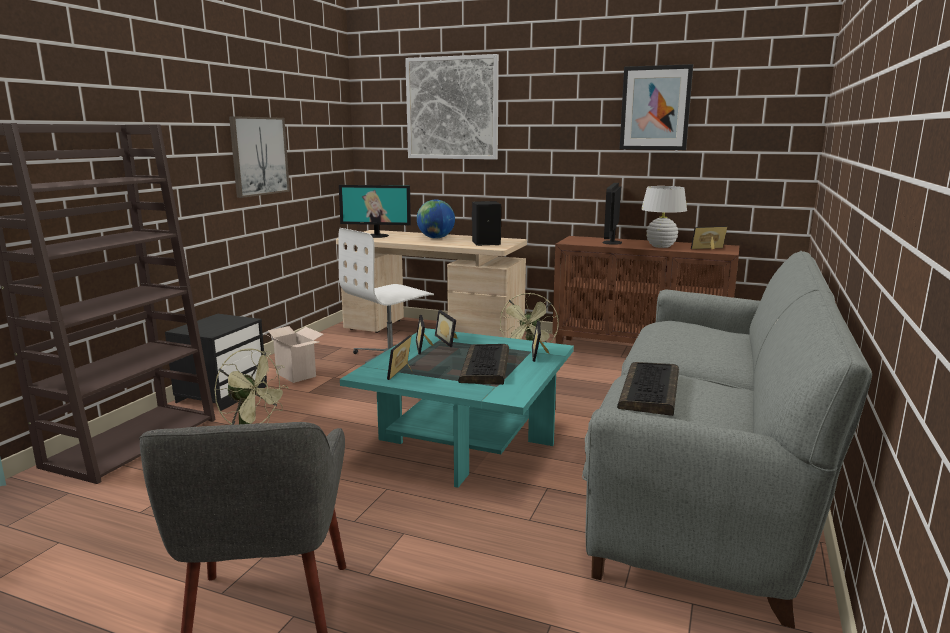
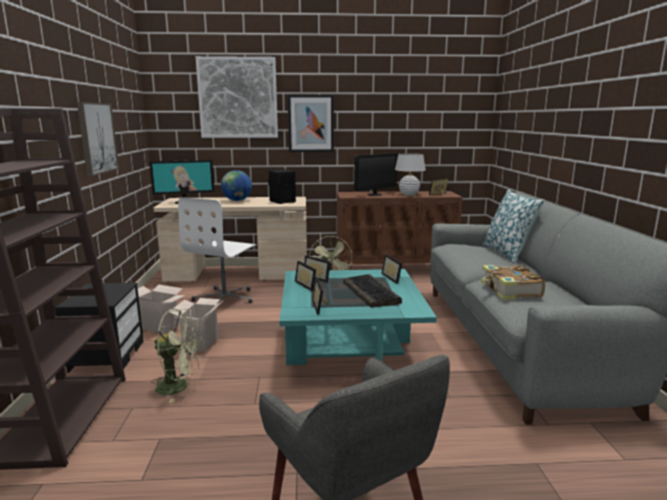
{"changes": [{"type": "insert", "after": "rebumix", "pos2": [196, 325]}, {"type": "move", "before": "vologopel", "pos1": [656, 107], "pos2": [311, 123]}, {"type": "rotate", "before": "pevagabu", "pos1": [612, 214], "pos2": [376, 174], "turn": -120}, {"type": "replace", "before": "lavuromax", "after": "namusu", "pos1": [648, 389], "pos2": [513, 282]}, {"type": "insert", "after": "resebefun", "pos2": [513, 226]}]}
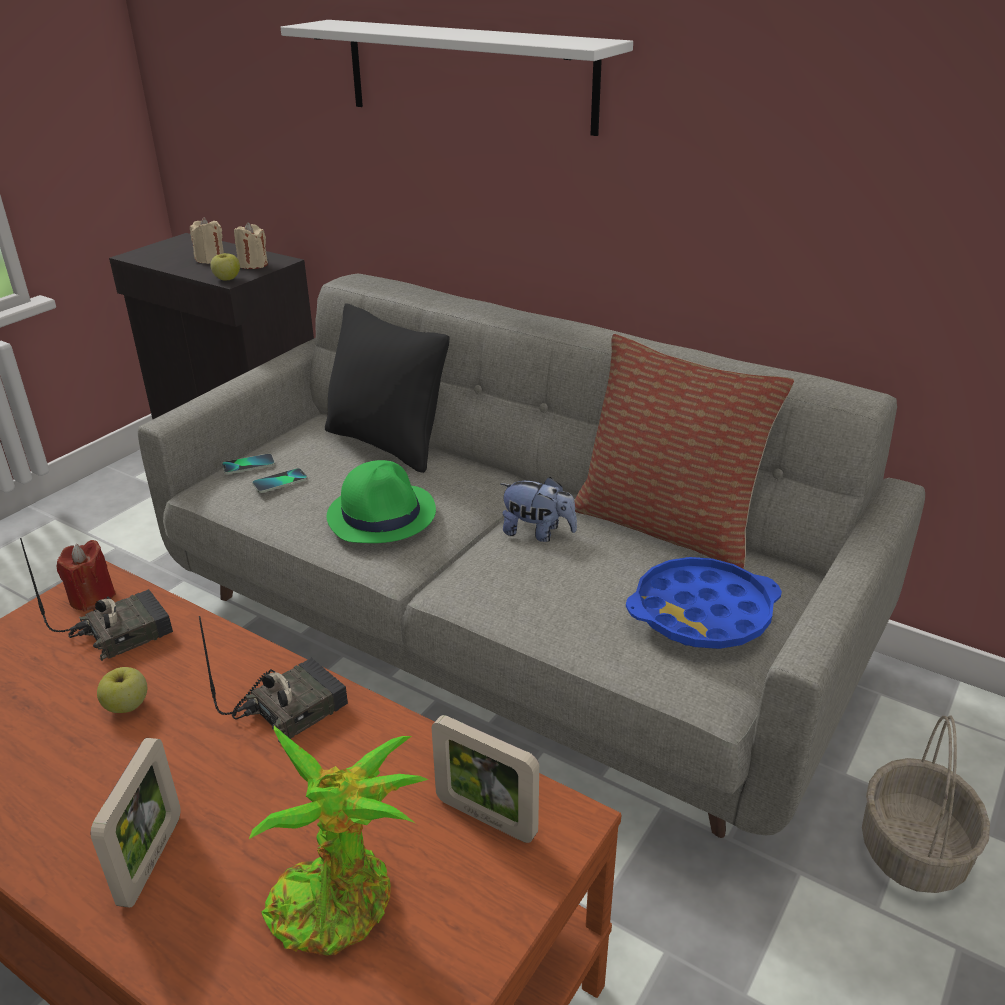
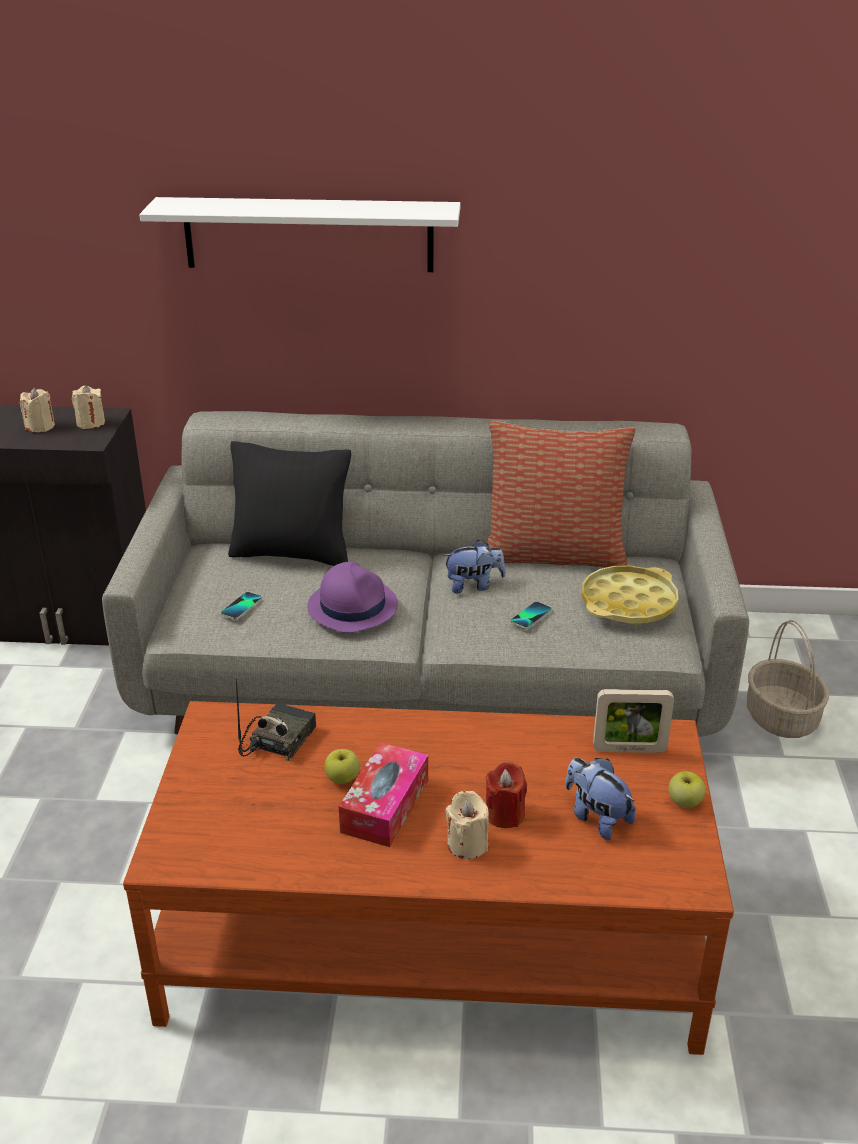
{"changes": [{"type": "recolor", "before": "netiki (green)", "after": "netiki (purple)", "pos1": [381, 501], "pos2": [352, 597]}, {"type": "insert", "after": "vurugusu", "pos2": [383, 794]}, {"type": "replace", "before": "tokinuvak", "after": "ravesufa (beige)", "pos1": [136, 823], "pos2": [467, 825]}, {"type": "move", "before": "ravesufa (red)", "pos1": [86, 576], "pos2": [506, 795]}, {"type": "move", "before": "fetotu", "pos1": [248, 464], "pos2": [531, 615]}, {"type": "replace", "before": "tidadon", "after": "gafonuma", "pos1": [339, 841], "pos2": [600, 799]}, {"type": "recolor", "before": "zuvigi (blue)", "after": "zuvigi (yellow)", "pos1": [704, 603], "pos2": [630, 595]}, {"type": "move", "before": "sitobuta", "pos1": [225, 267], "pos2": [687, 789]}, {"type": "delete", "before": "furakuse", "pos1": [273, 679]}]}
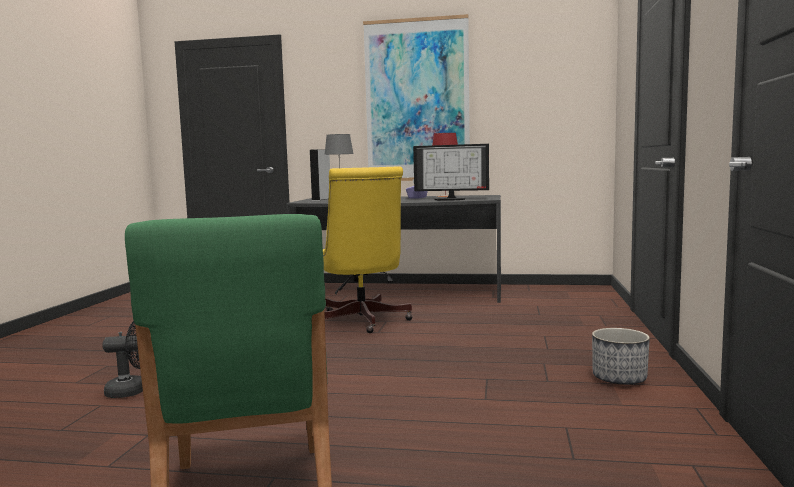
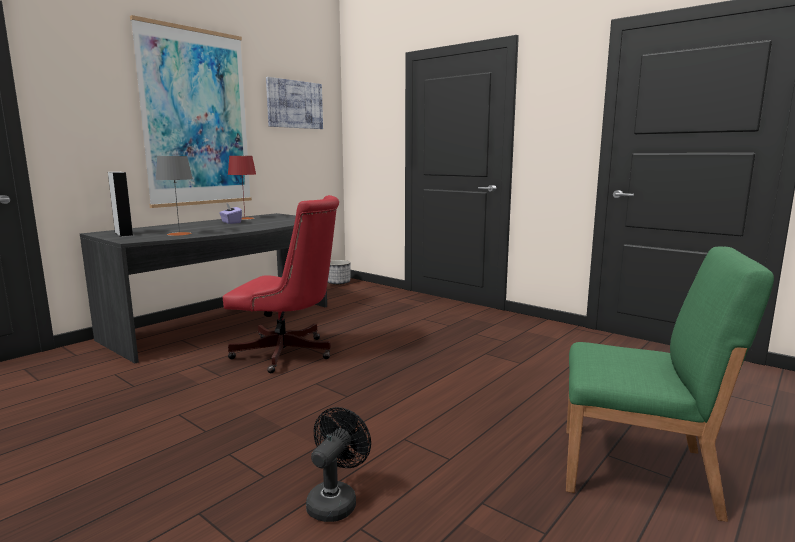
{"changes": [{"type": "recolor", "before": "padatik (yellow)", "after": "padatik (red)", "pos1": [368, 249], "pos2": [281, 284]}, {"type": "insert", "after": "vologopel", "pos2": [294, 103]}, {"type": "move", "before": "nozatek", "pos1": [621, 356], "pos2": [339, 272]}, {"type": "delete", "before": "pevagabu", "pos1": [451, 172]}]}
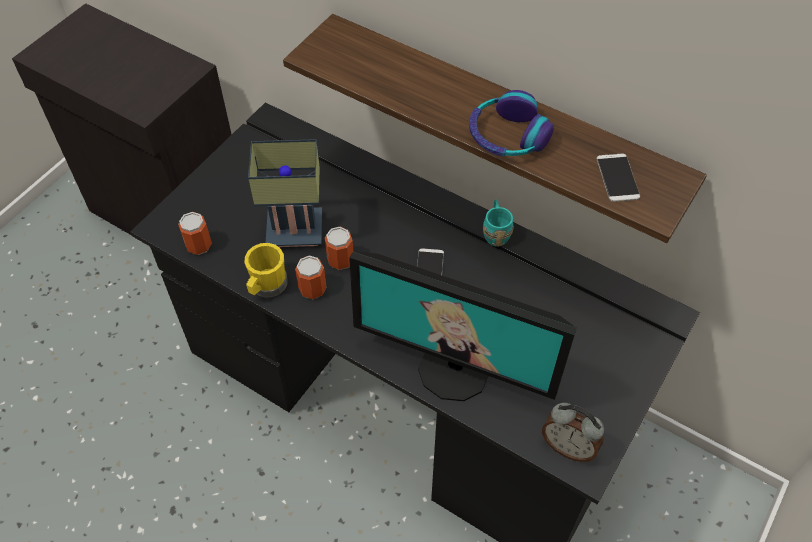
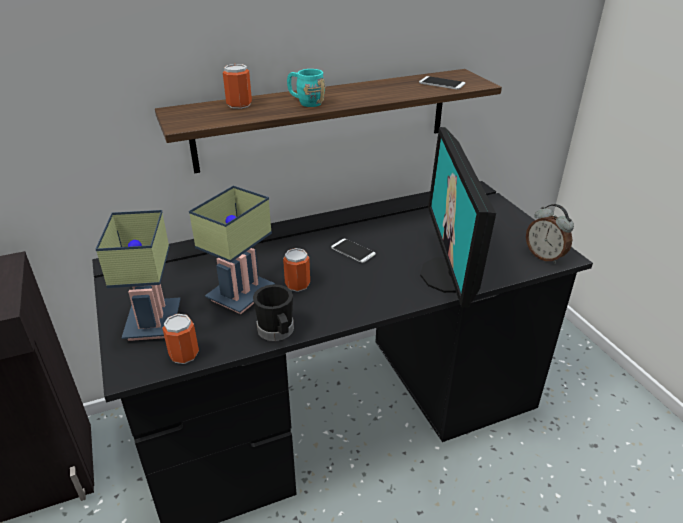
{"changes": [{"type": "insert", "after": "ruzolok", "pos2": [138, 275]}, {"type": "move", "before": "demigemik", "pos1": [311, 277], "pos2": [237, 86]}, {"type": "recolor", "before": "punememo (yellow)", "after": "punememo (black)", "pos1": [266, 270], "pos2": [273, 312]}, {"type": "move", "before": "punememo (turquoise)", "pos1": [498, 223], "pos2": [306, 88]}, {"type": "rotate", "before": "pevagabu", "pos1": [463, 326], "pos2": [458, 217], "turn": 120}, {"type": "rotate", "before": "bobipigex", "pos1": [573, 432], "pos2": [550, 234], "turn": 75}, {"type": "delete", "before": "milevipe", "pos1": [511, 123]}]}
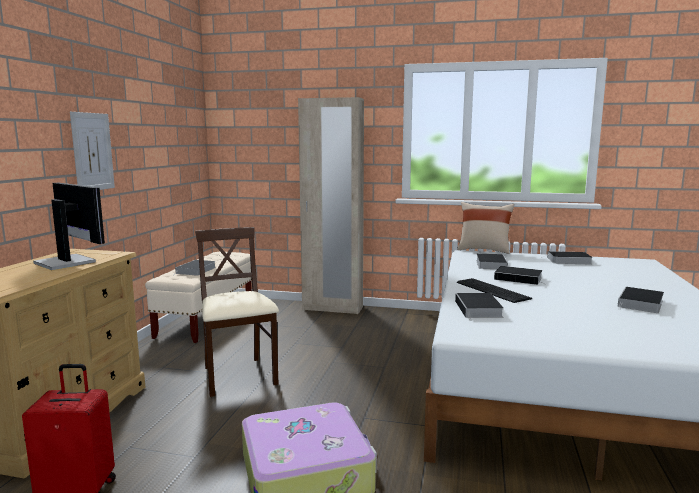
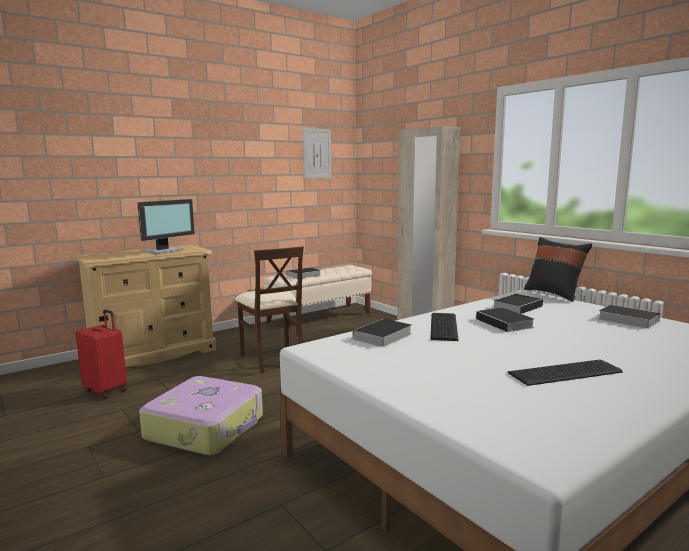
{"changes": [{"type": "rotate", "before": "pevagabu", "pos1": [69, 226], "pos2": [166, 226], "turn": 45}, {"type": "rotate", "before": "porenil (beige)", "pos1": [237, 312], "pos2": [269, 310], "turn": 135}, {"type": "move", "before": "vologopel", "pos1": [92, 151], "pos2": [316, 153]}, {"type": "replace", "before": "namusu", "after": "lavuromax", "pos1": [641, 300], "pos2": [565, 372]}, {"type": "recolor", "before": "resebefun (beige)", "after": "resebefun (black)", "pos1": [485, 228], "pos2": [558, 269]}]}
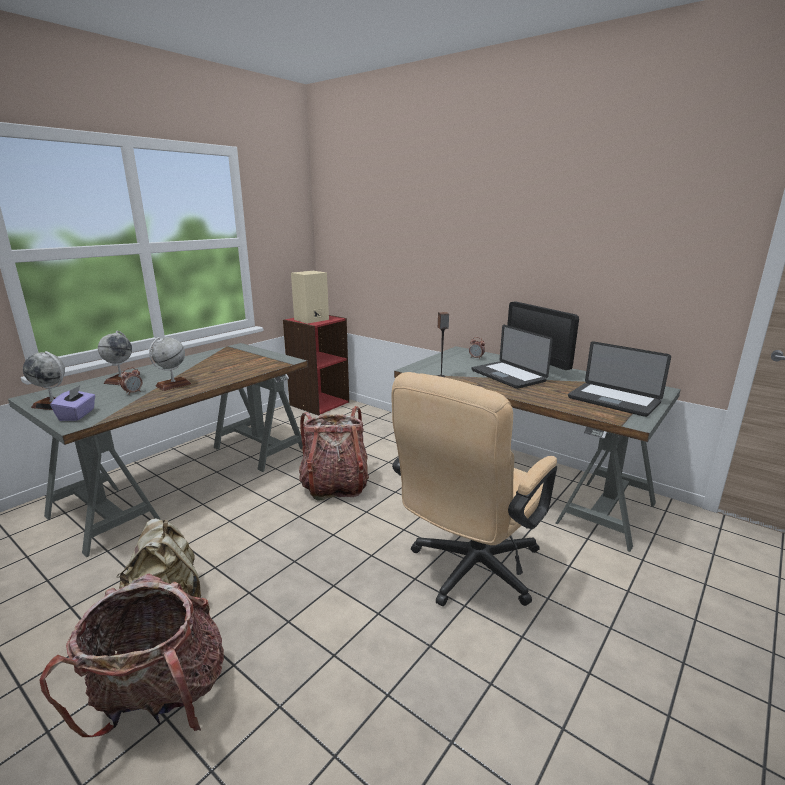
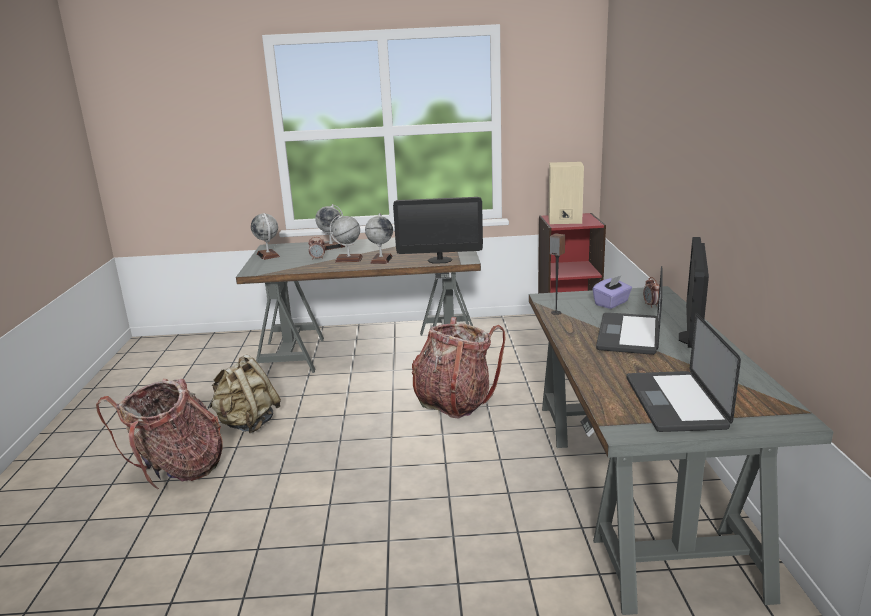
{"changes": [{"type": "insert", "after": "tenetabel", "pos2": [379, 238]}, {"type": "insert", "after": "pevagabu", "pos2": [438, 230]}, {"type": "move", "before": "vurugusu (purple)", "pos1": [73, 403], "pos2": [612, 292]}, {"type": "delete", "before": "padatik (beige)", "pos1": [474, 489]}]}
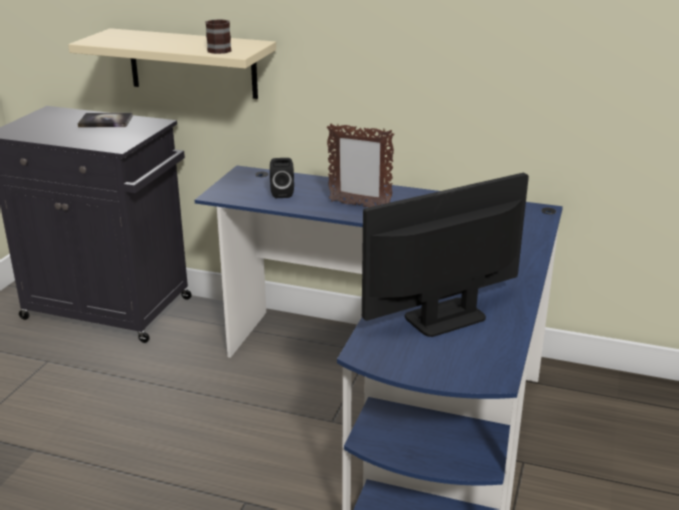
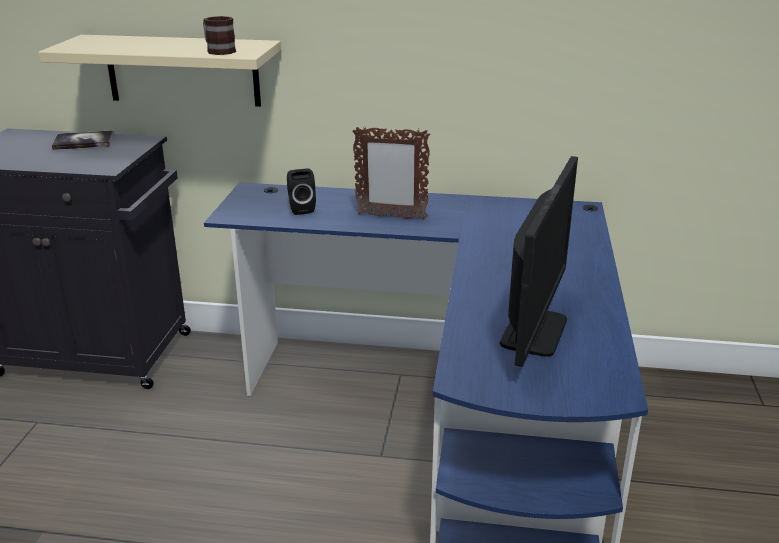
{"changes": [{"type": "rotate", "before": "pevagabu", "pos1": [445, 255], "pos2": [539, 261], "turn": 150}]}
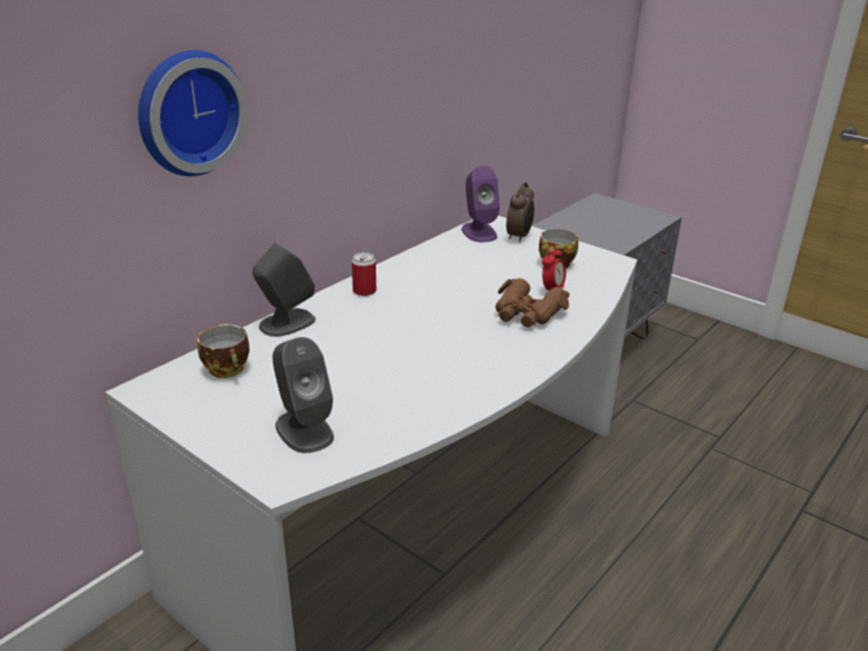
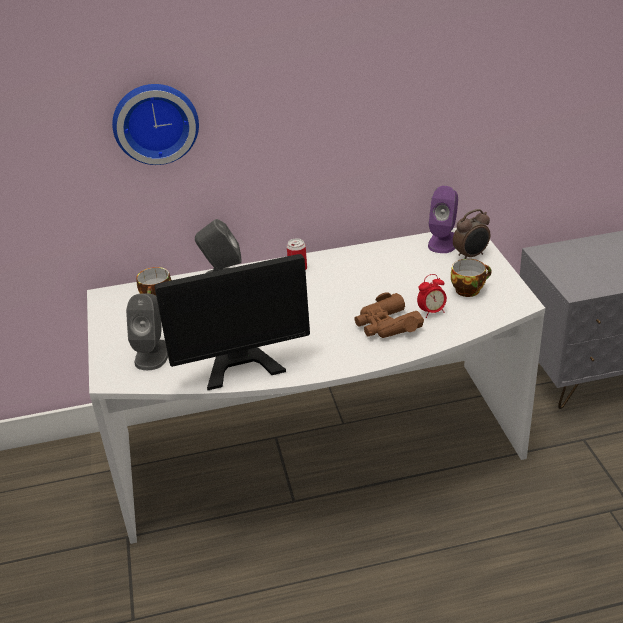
{"changes": [{"type": "insert", "after": "pevagabu", "pos2": [232, 322]}]}
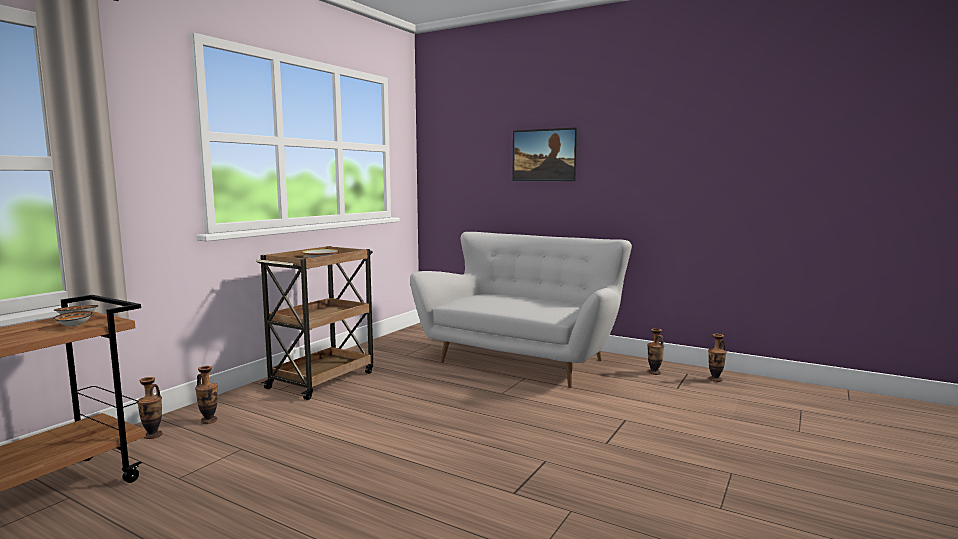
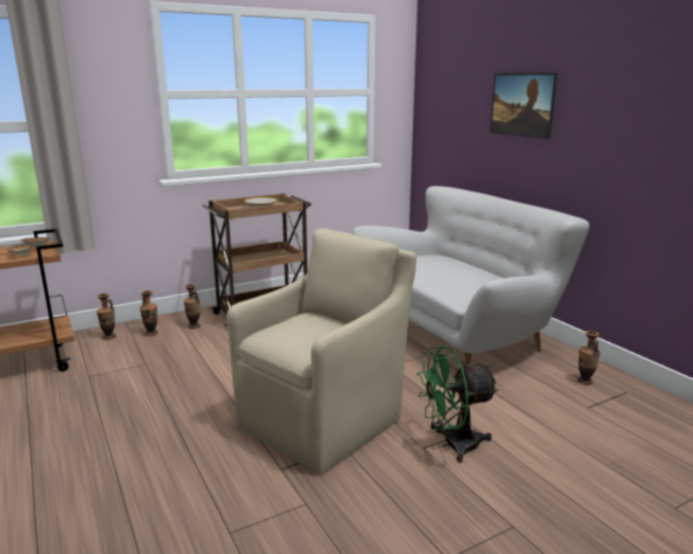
{"changes": [{"type": "move", "before": "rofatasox", "pos1": [717, 358], "pos2": [192, 306]}, {"type": "insert", "after": "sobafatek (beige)", "pos2": [321, 351]}, {"type": "insert", "after": "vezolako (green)", "pos2": [457, 404]}]}
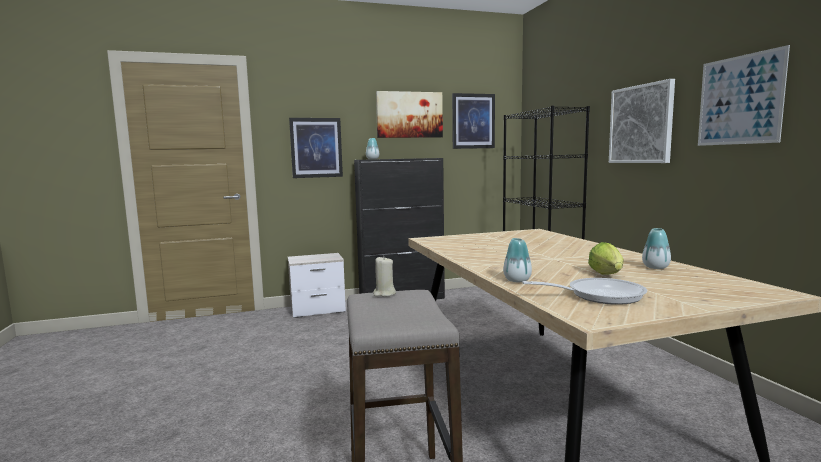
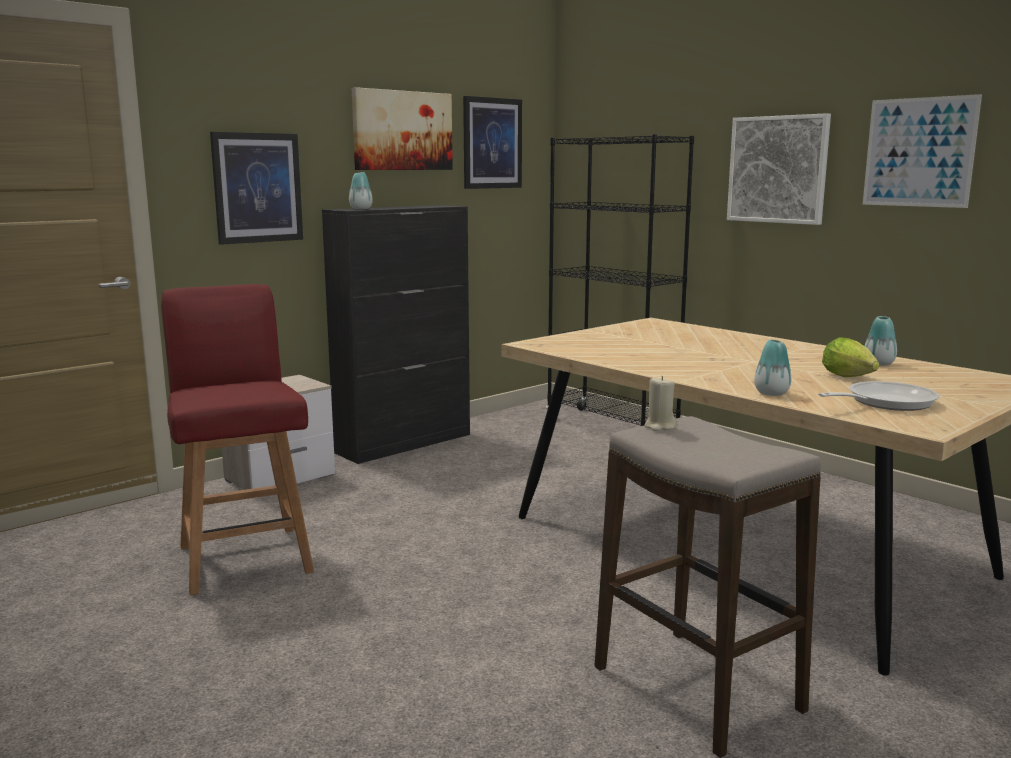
{"changes": [{"type": "insert", "after": "porenil (red)", "pos2": [237, 439]}]}
